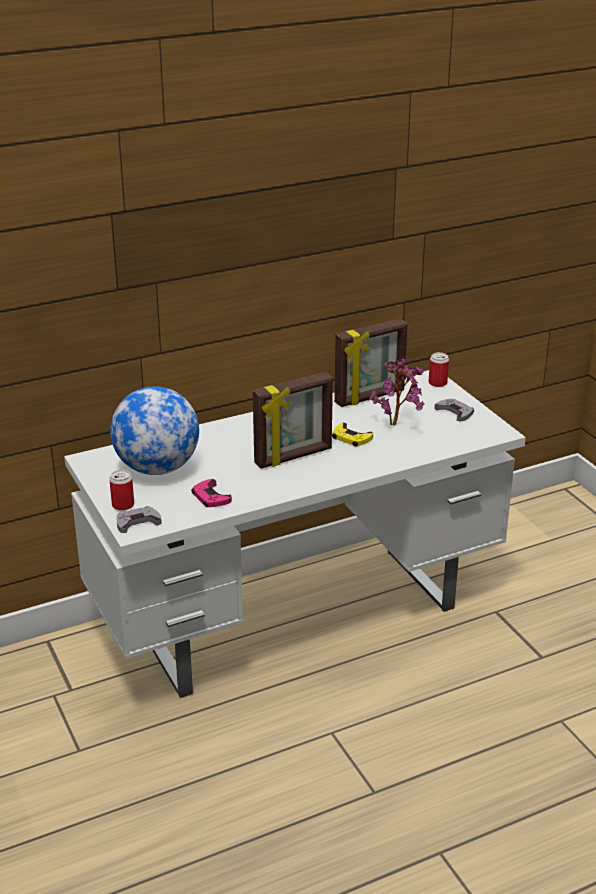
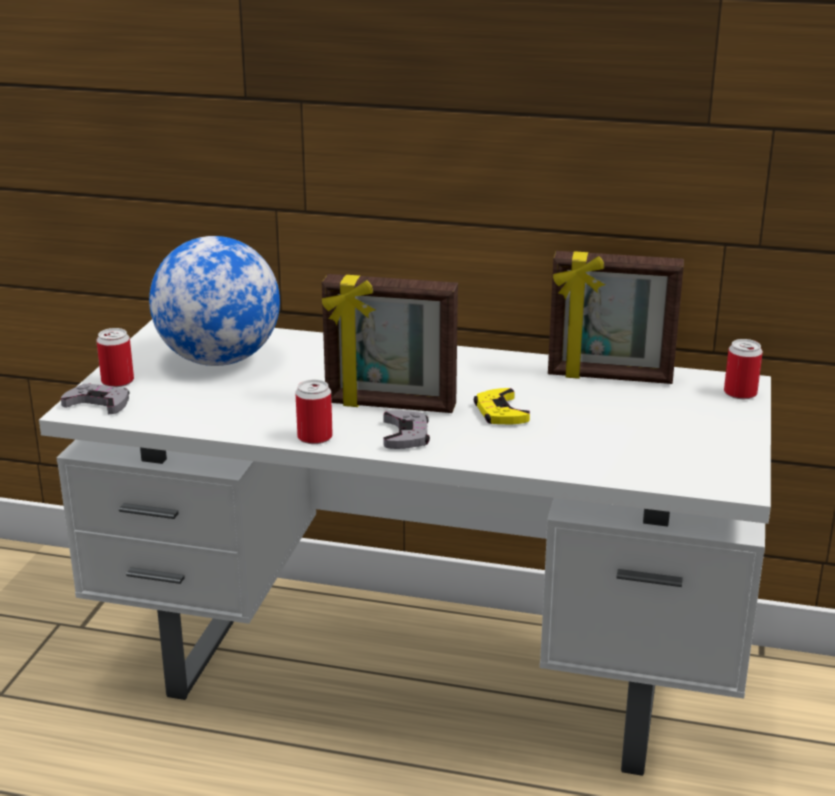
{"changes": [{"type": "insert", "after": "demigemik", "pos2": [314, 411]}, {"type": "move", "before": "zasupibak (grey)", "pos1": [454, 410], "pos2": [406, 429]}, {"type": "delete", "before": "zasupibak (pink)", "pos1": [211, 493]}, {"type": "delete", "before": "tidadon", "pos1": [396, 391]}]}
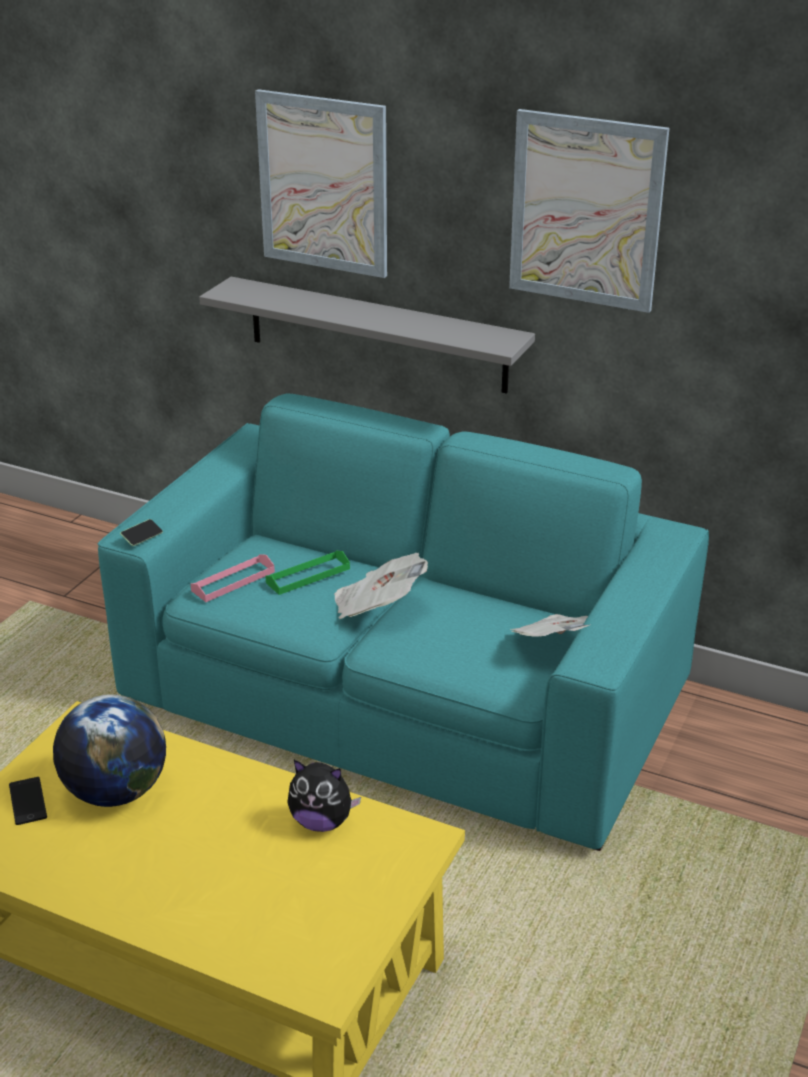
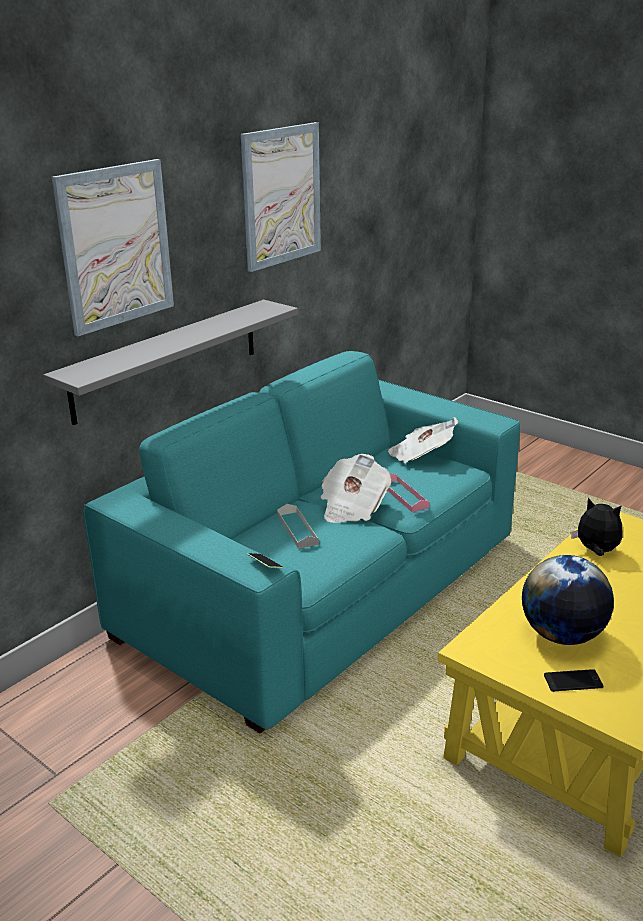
{"changes": [{"type": "recolor", "before": "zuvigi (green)", "after": "zuvigi (grey)", "pos1": [308, 573], "pos2": [298, 526]}, {"type": "move", "before": "zuvigi (pink)", "pos1": [233, 578], "pos2": [408, 492]}, {"type": "rotate", "before": "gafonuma", "pos1": [324, 796], "pos2": [596, 527], "turn": -90}]}
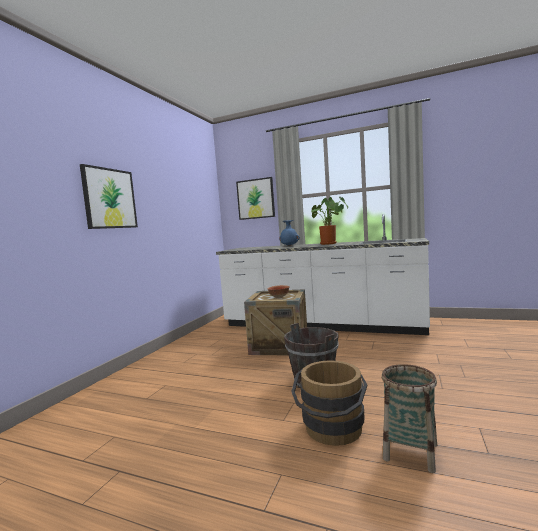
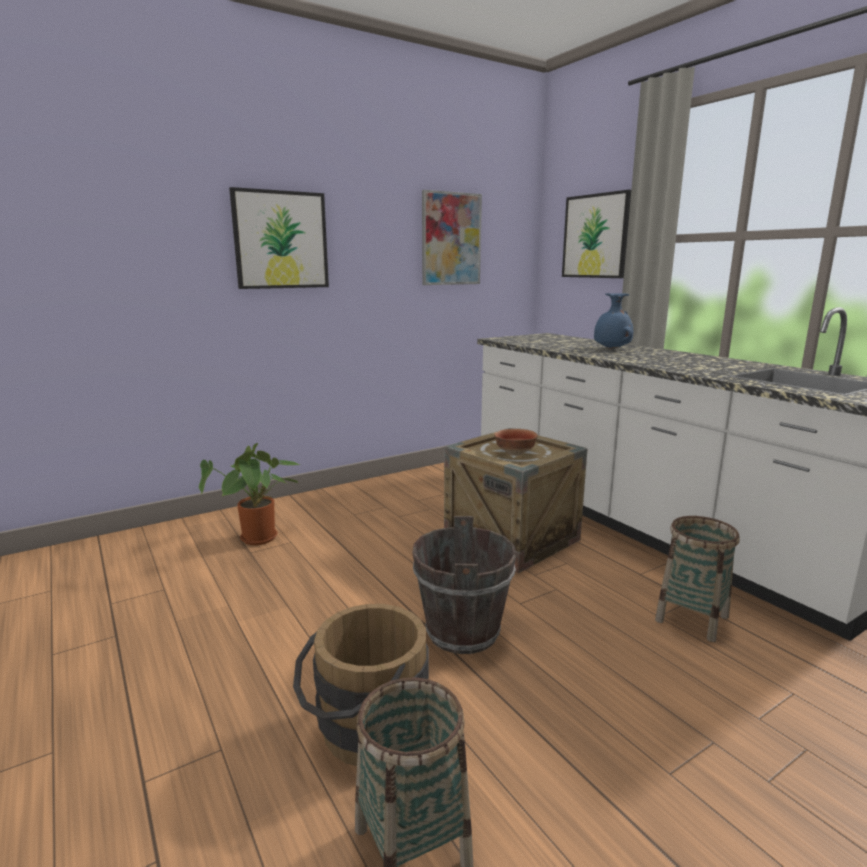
{"changes": [{"type": "move", "before": "tidadon", "pos1": [329, 221], "pos2": [249, 494]}, {"type": "insert", "after": "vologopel", "pos2": [452, 237]}, {"type": "insert", "after": "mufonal", "pos2": [697, 579]}]}
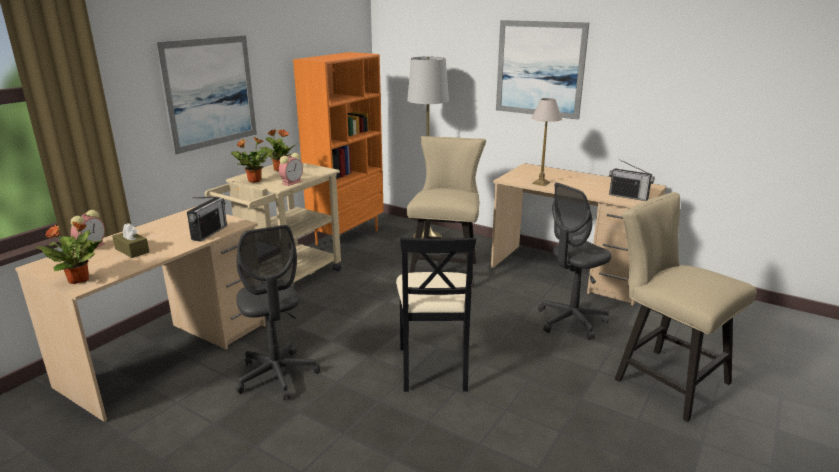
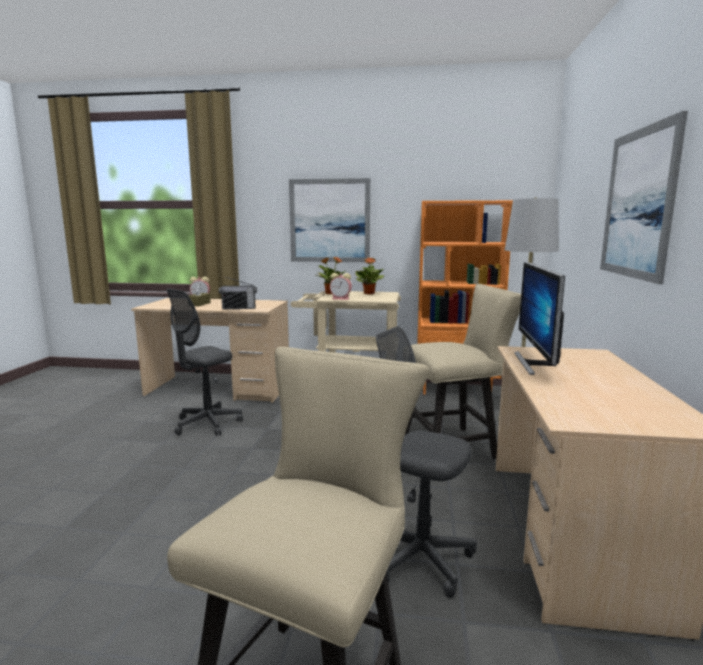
{"changes": [{"type": "replace", "before": "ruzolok", "after": "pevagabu", "pos1": [547, 142], "pos2": [539, 318]}, {"type": "delete", "before": "tidadon", "pos1": [69, 252]}, {"type": "delete", "before": "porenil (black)", "pos1": [436, 314]}, {"type": "delete", "before": "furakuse", "pos1": [632, 180]}]}
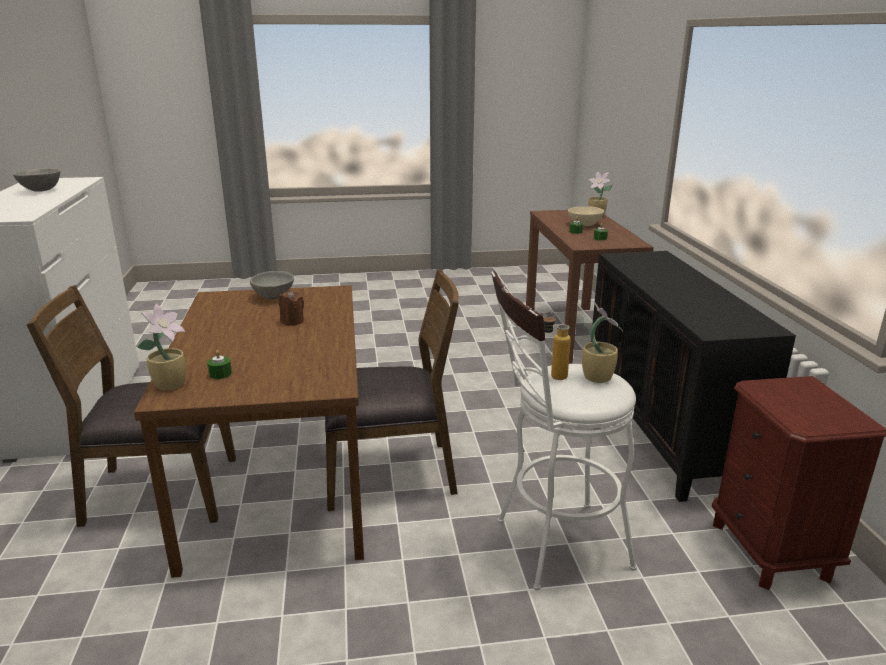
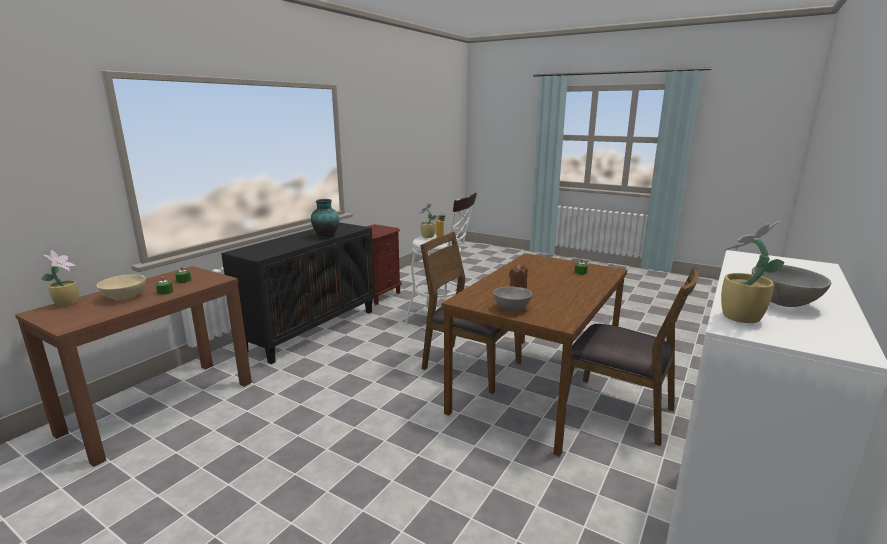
{"changes": [{"type": "insert", "after": "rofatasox", "pos2": [325, 218]}, {"type": "move", "before": "tidadon", "pos1": [161, 347], "pos2": [753, 272]}]}
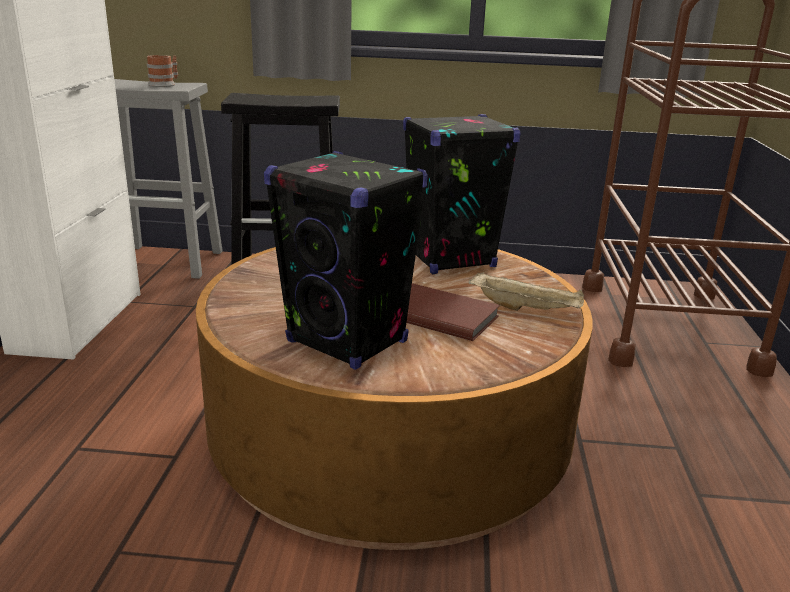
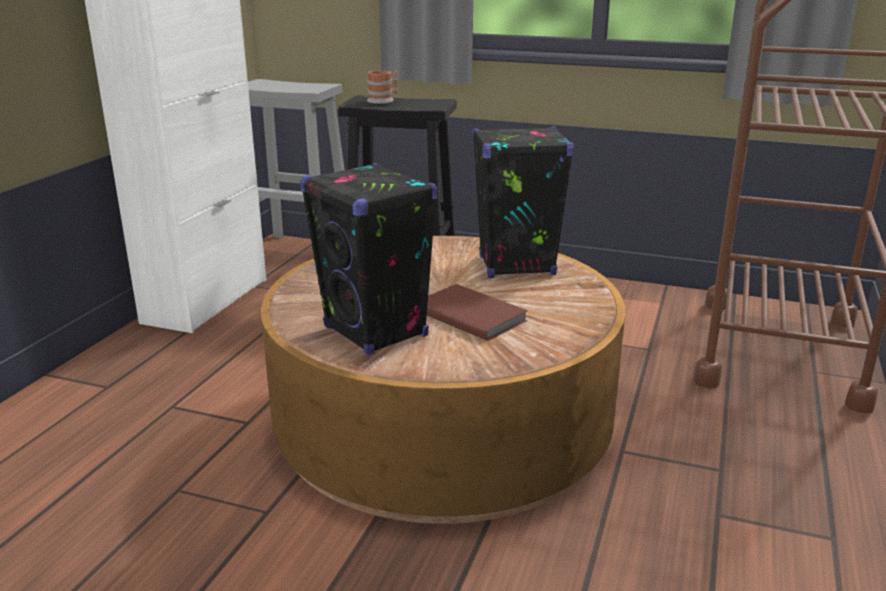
{"changes": [{"type": "move", "before": "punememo", "pos1": [162, 71], "pos2": [382, 87]}, {"type": "delete", "before": "zuvigi (beige)", "pos1": [526, 291]}]}
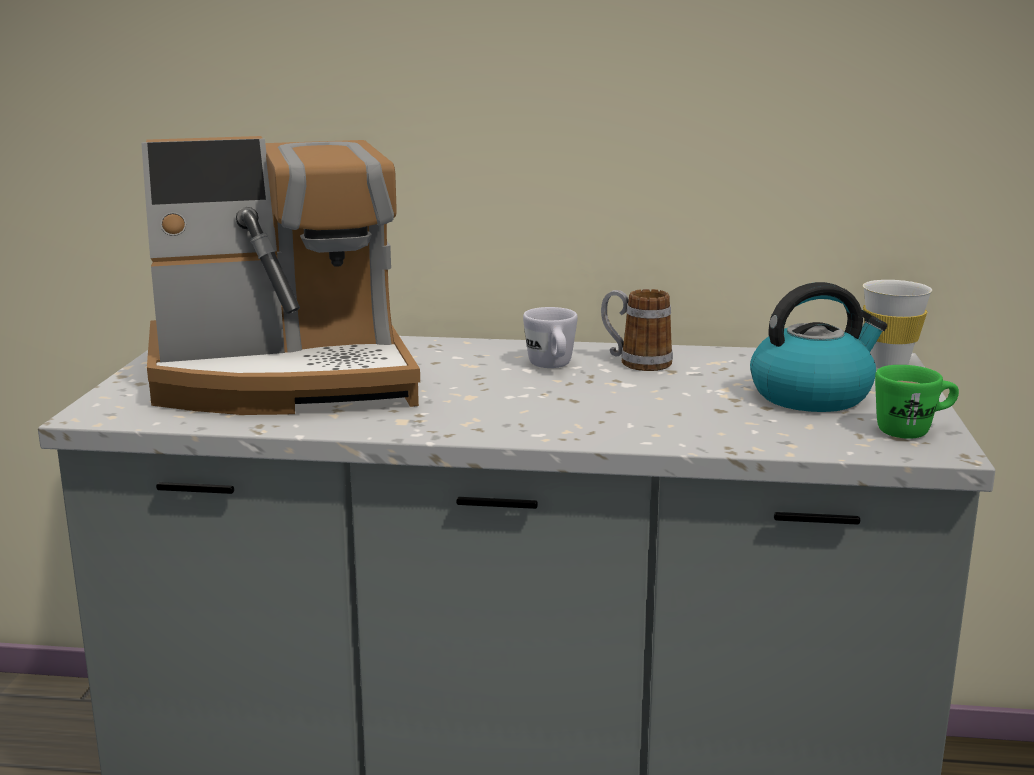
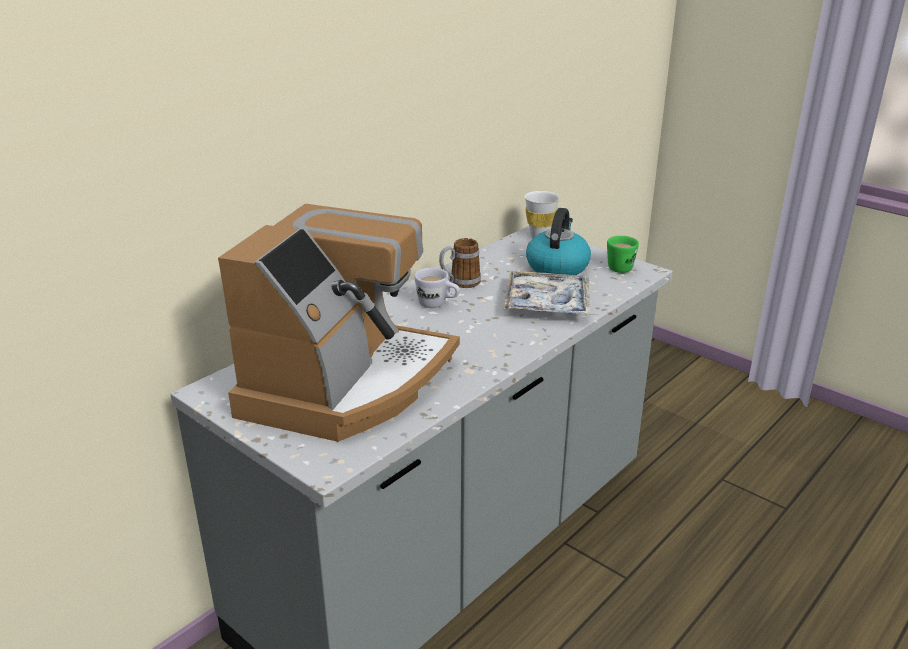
{"changes": [{"type": "insert", "after": "zuvigi", "pos2": [547, 293]}]}
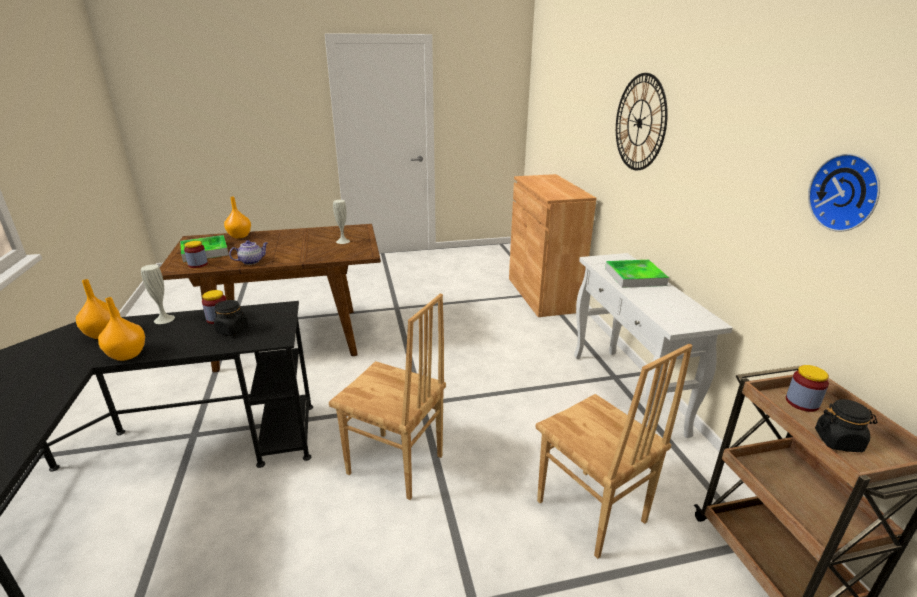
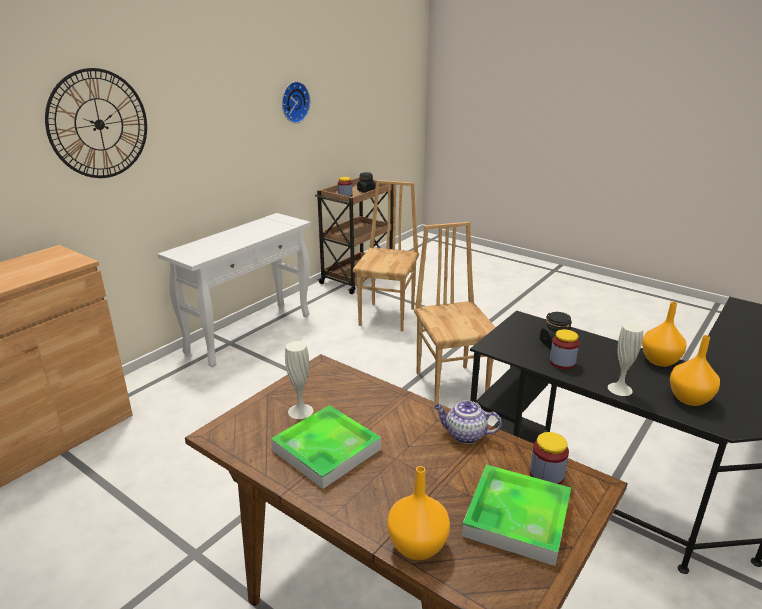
{"changes": [{"type": "move", "before": "zuvigi", "pos1": [637, 274], "pos2": [326, 447]}]}
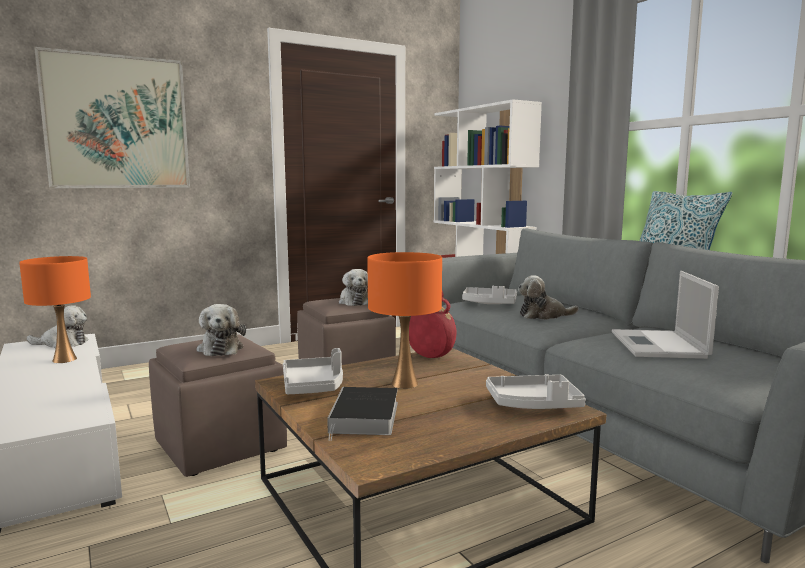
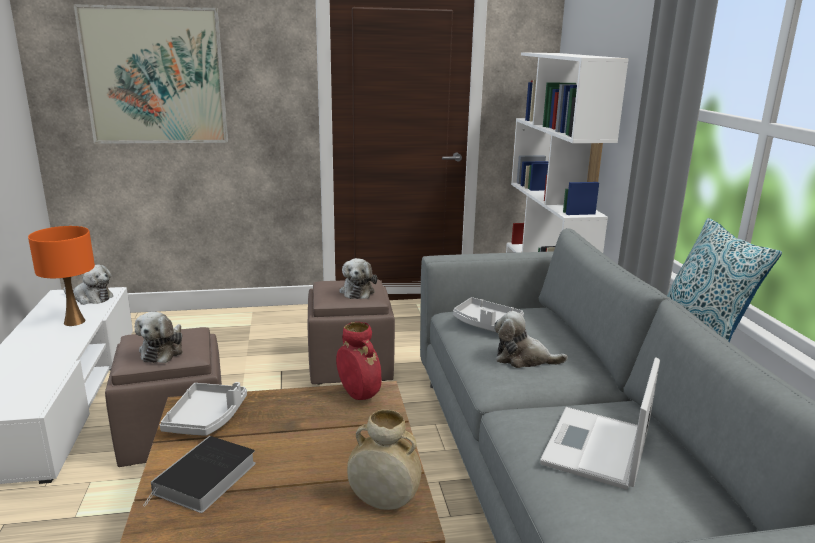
{"changes": [{"type": "replace", "before": "zuvigi (grey)", "after": "rofatasox (beige)", "pos1": [536, 391], "pos2": [384, 460]}, {"type": "delete", "before": "ruzolok (orange)", "pos1": [404, 320]}]}
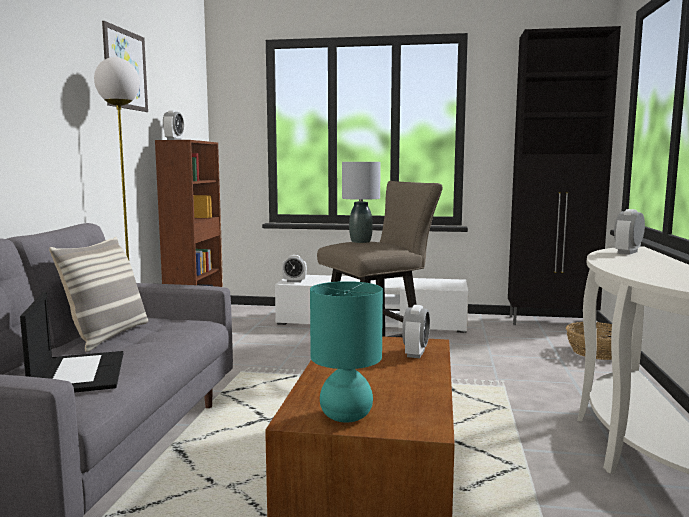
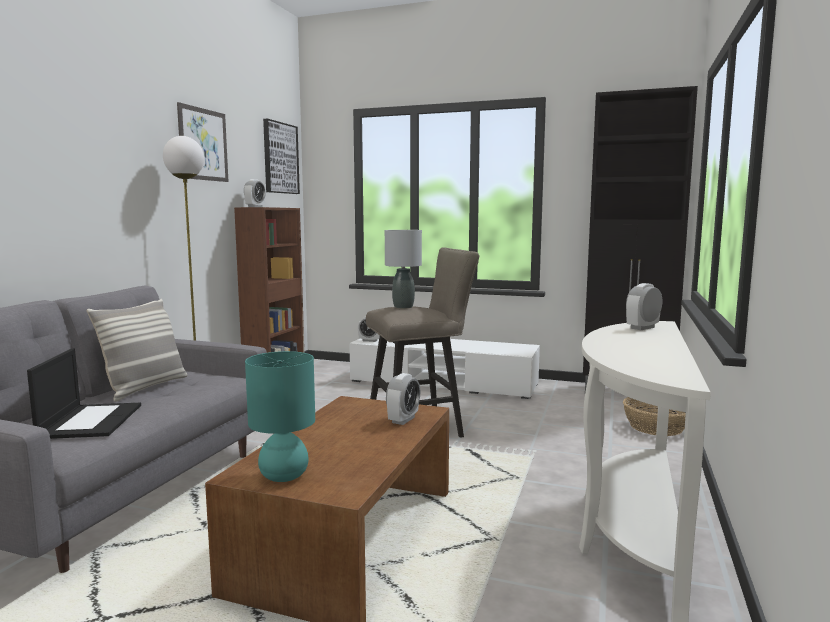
{"changes": [{"type": "insert", "after": "vologopel", "pos2": [281, 156]}]}
